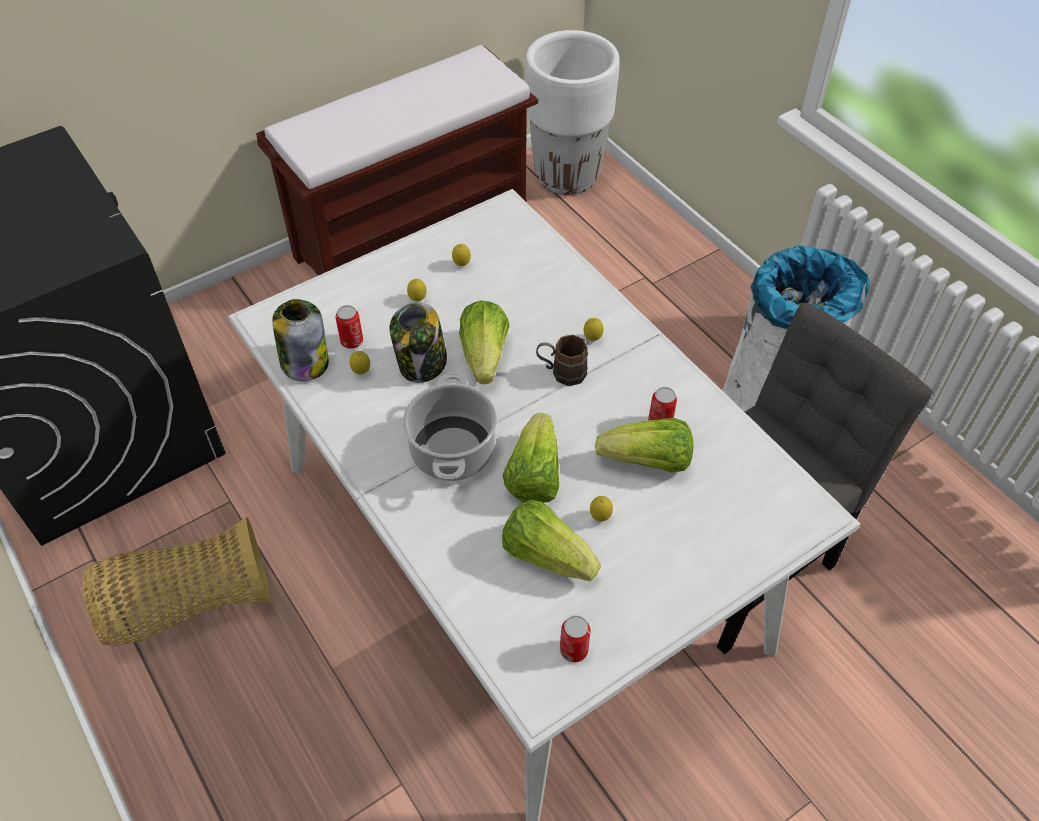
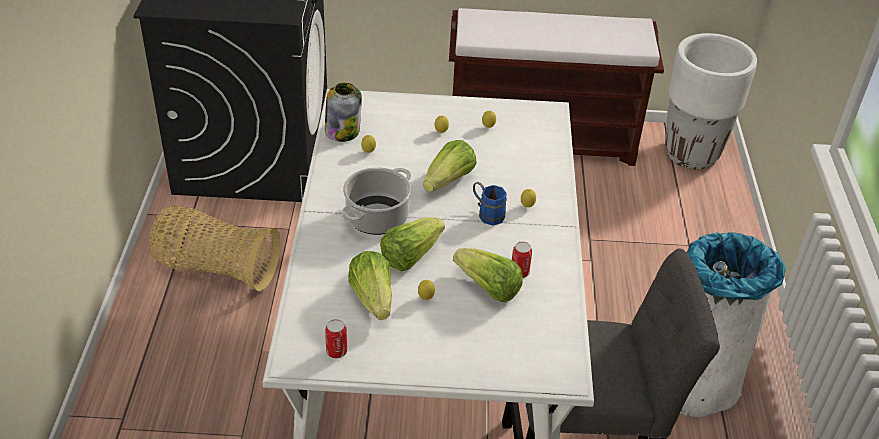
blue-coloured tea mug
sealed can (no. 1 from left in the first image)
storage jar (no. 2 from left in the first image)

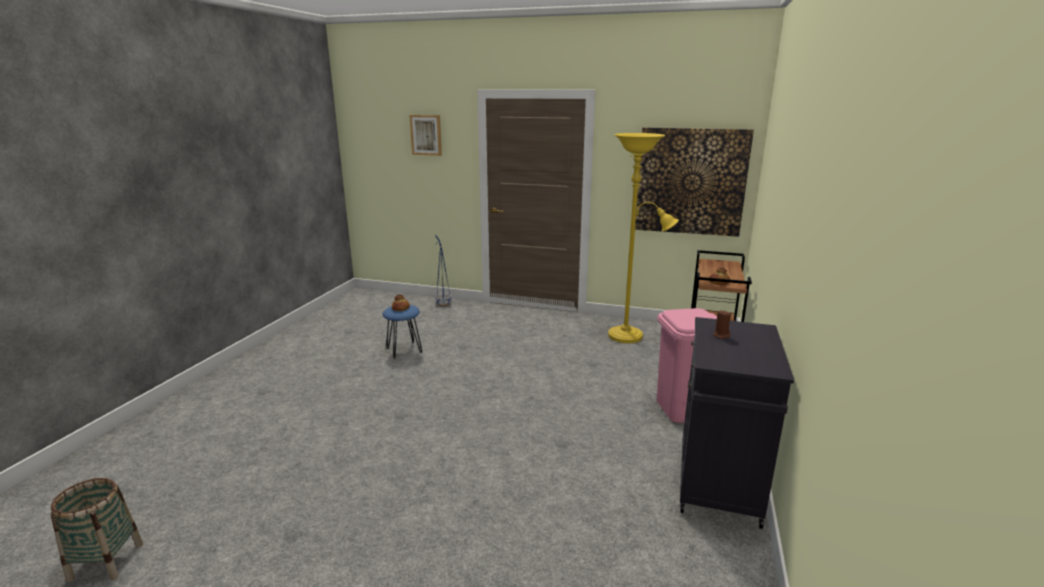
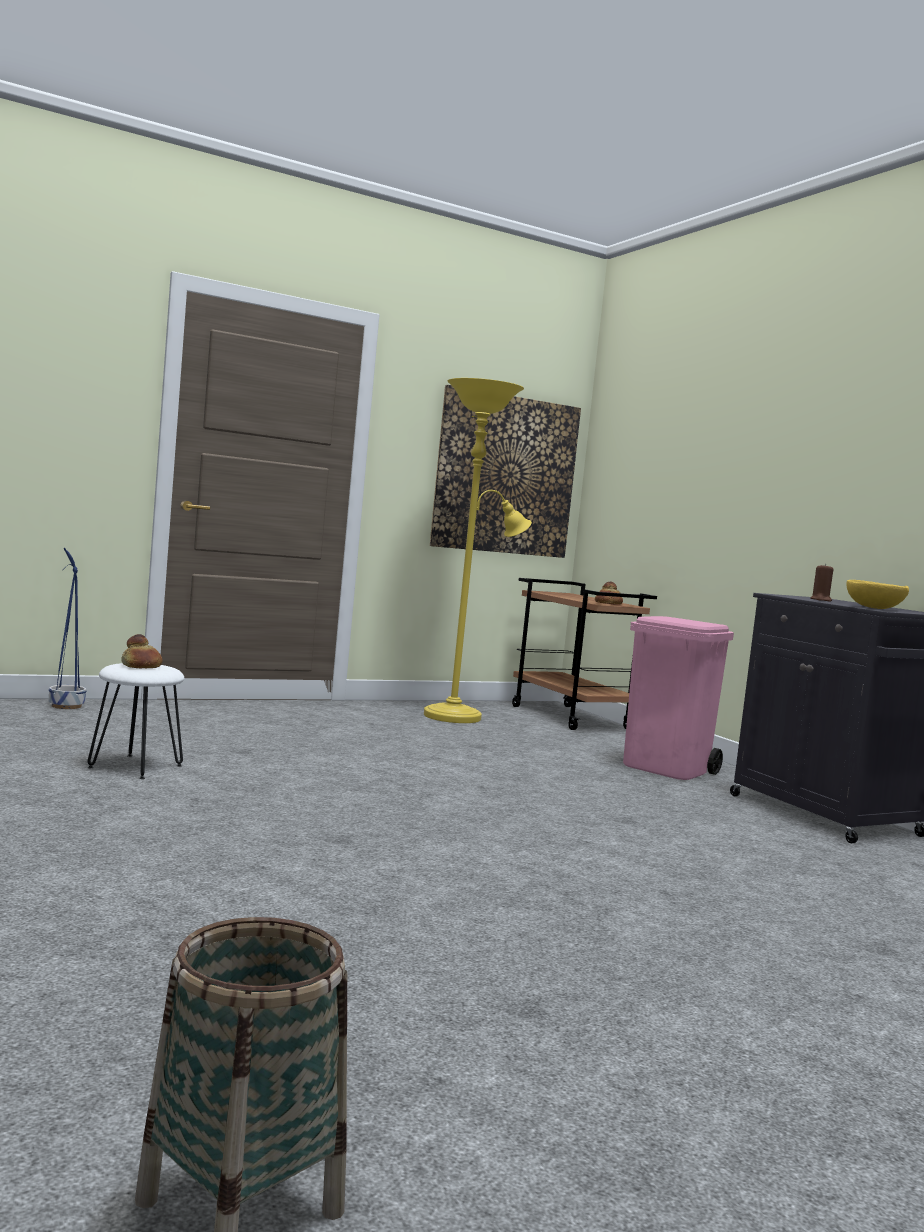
white stool seat
yellow-coloured deep dish
wall picture (no. 1 from left in the first image)

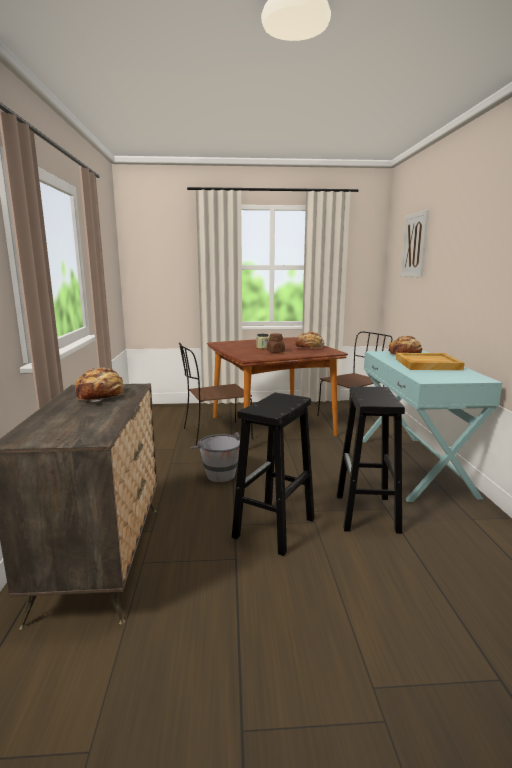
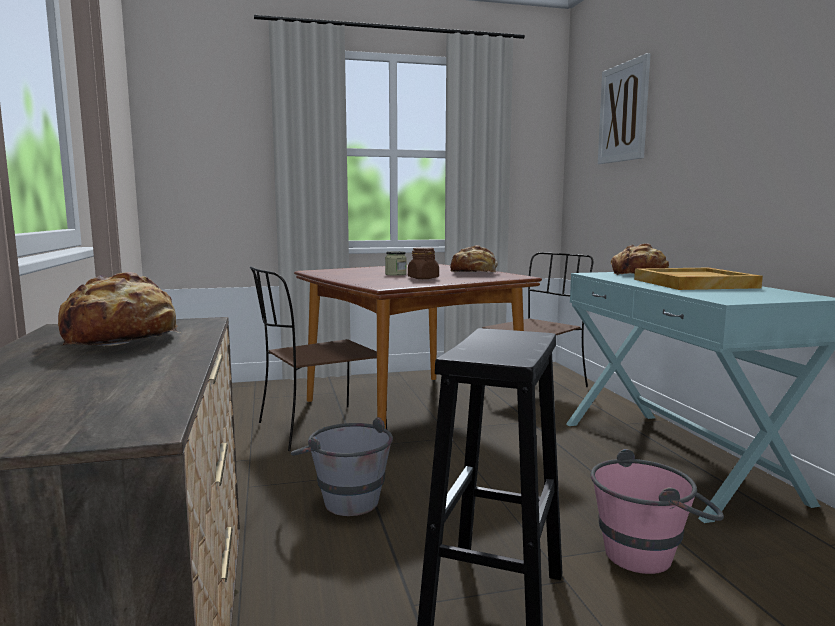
pinkish bucket

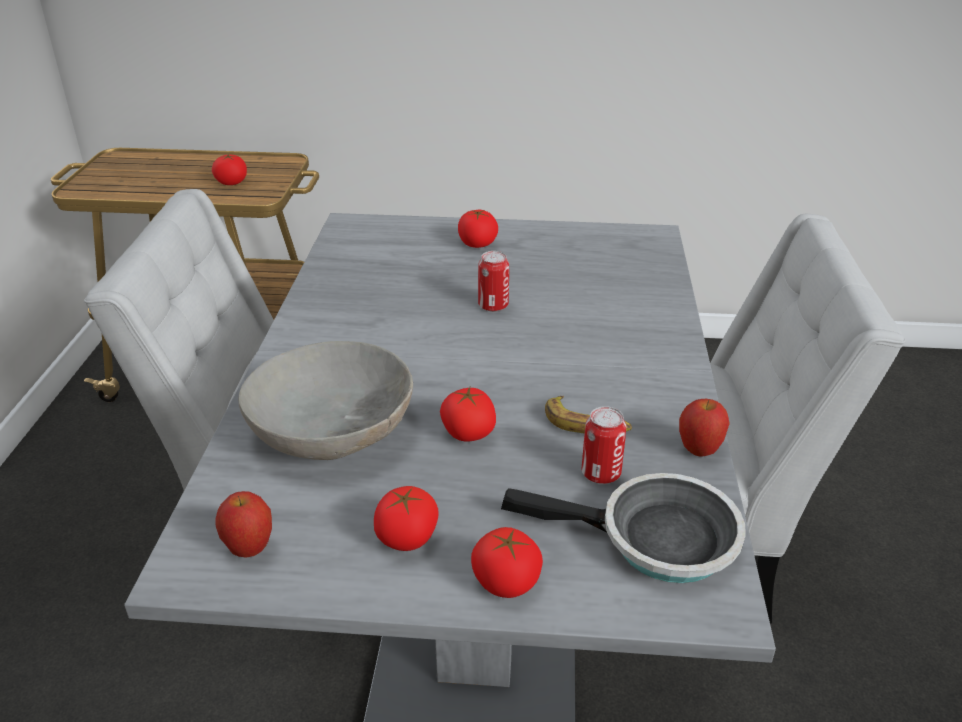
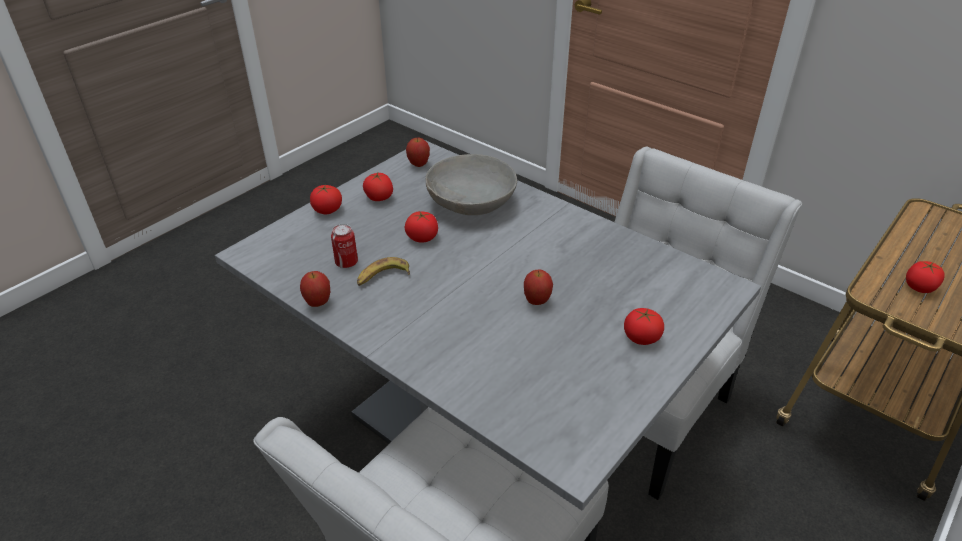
apple (no. 3 from left)
skillet

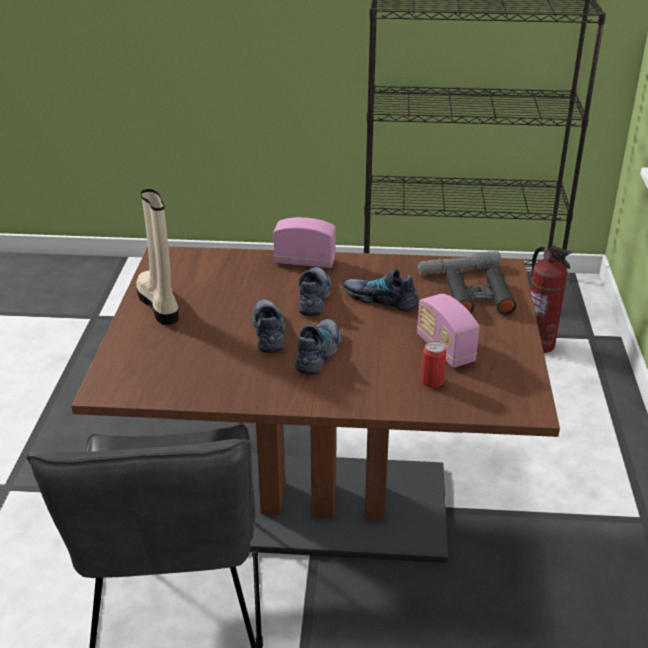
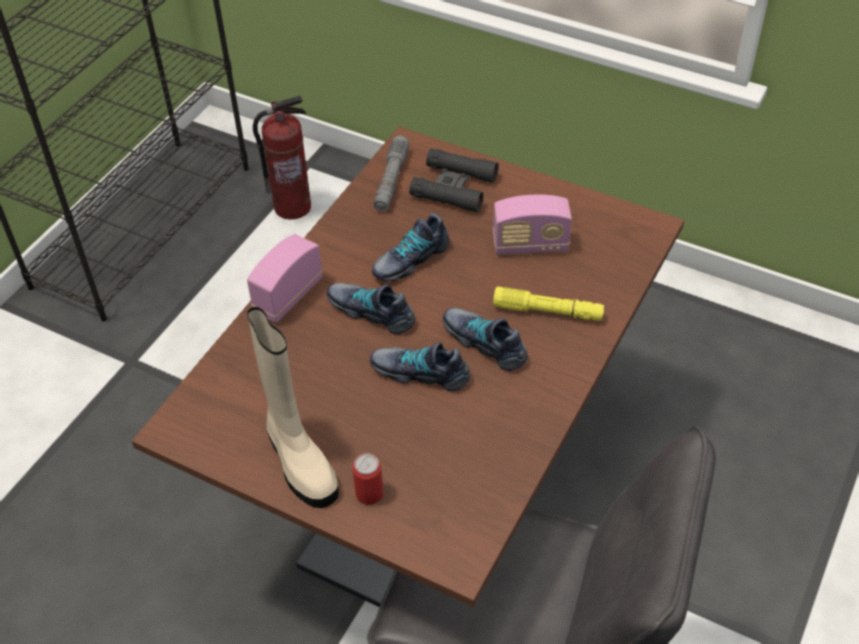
beige-coloured high-top boot
sealed can
yellow-coloured torch

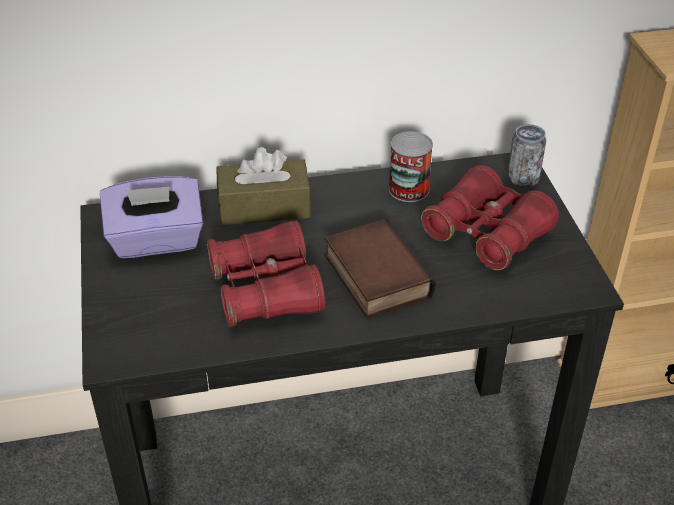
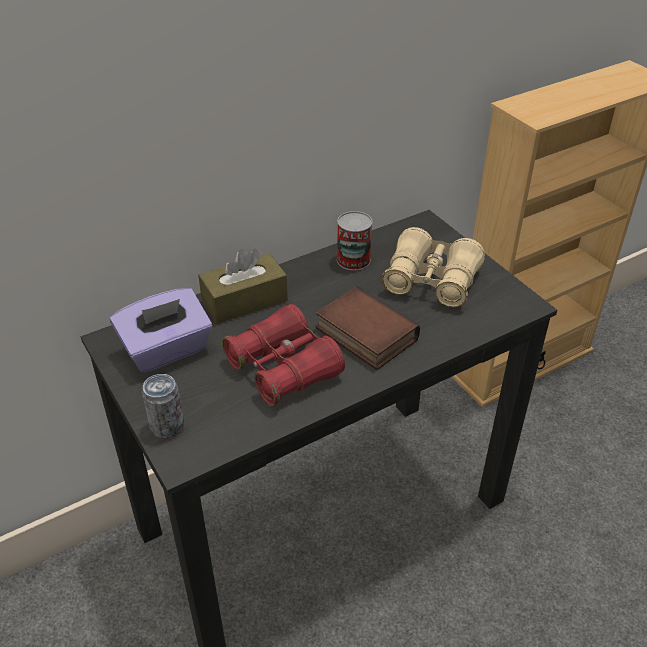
sealed can (no. 1 from left)
beige-coloured binoculars

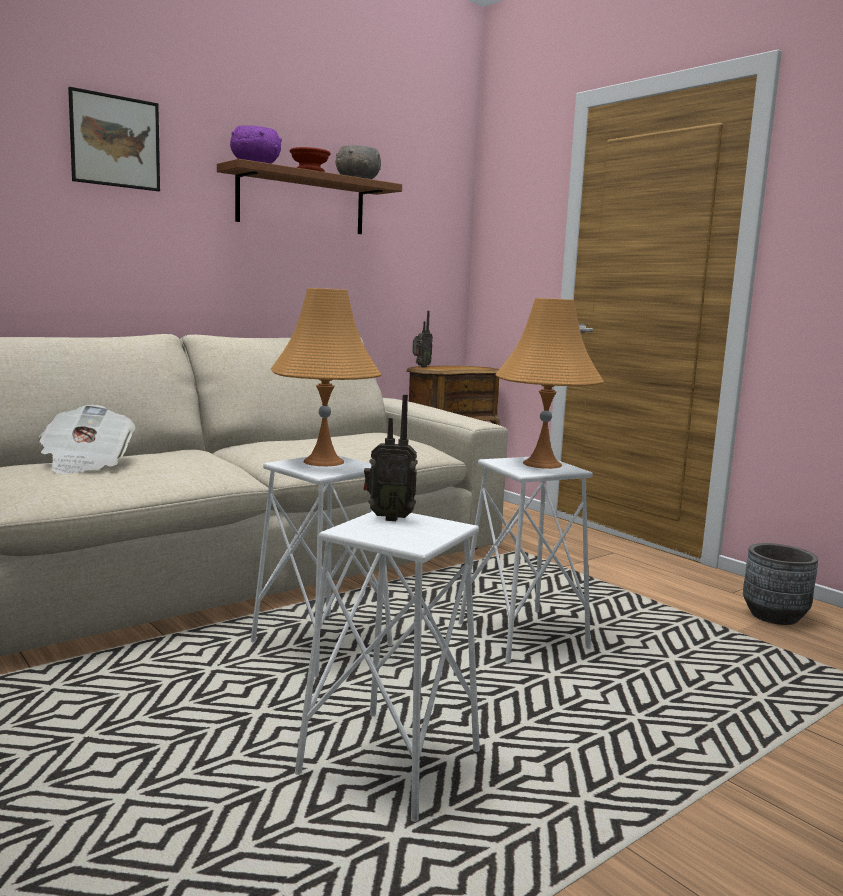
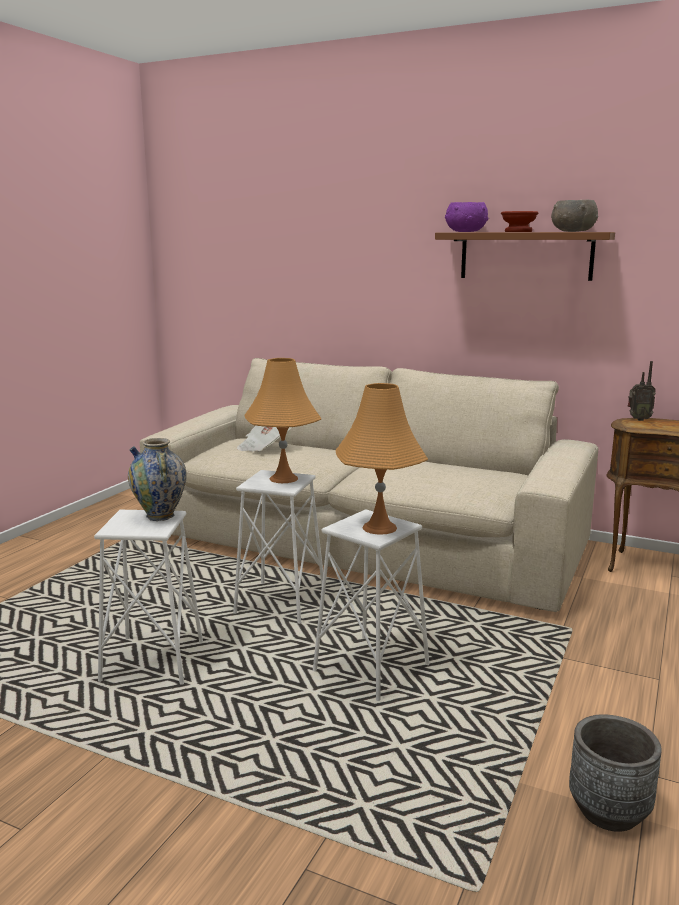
decorative vase
wall picture

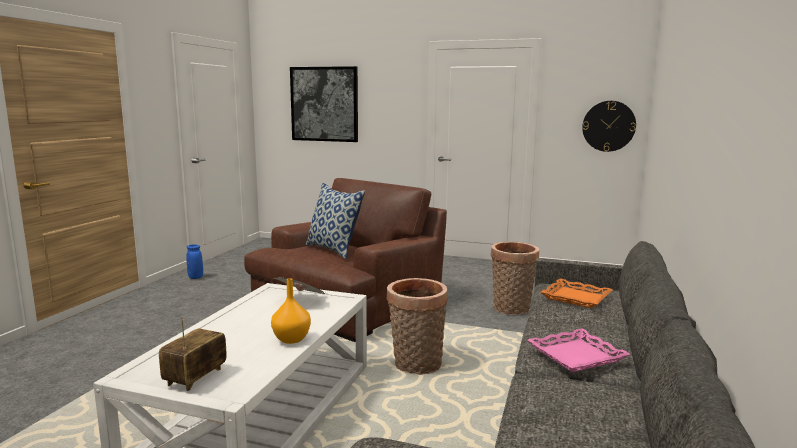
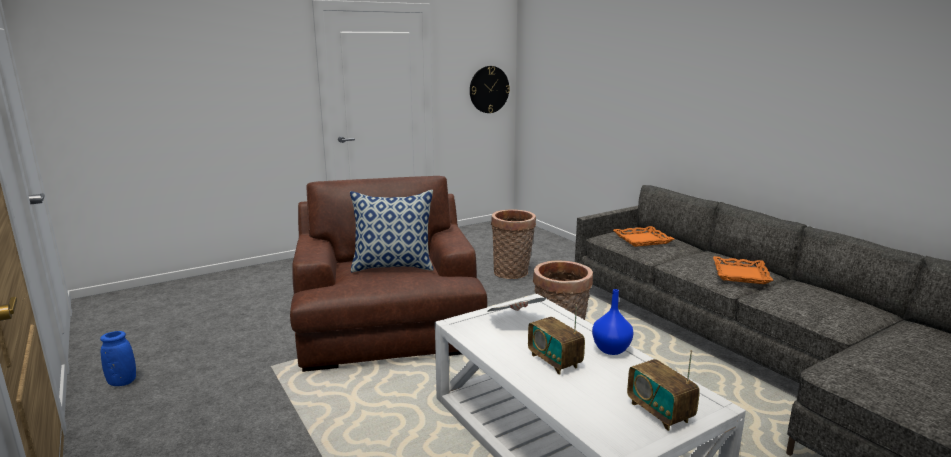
radio set (no. 1 from left)
blue-coloured decorative vase (no. 2 from left)
orange-coloured carrying tray (no. 2 from left)
wall picture

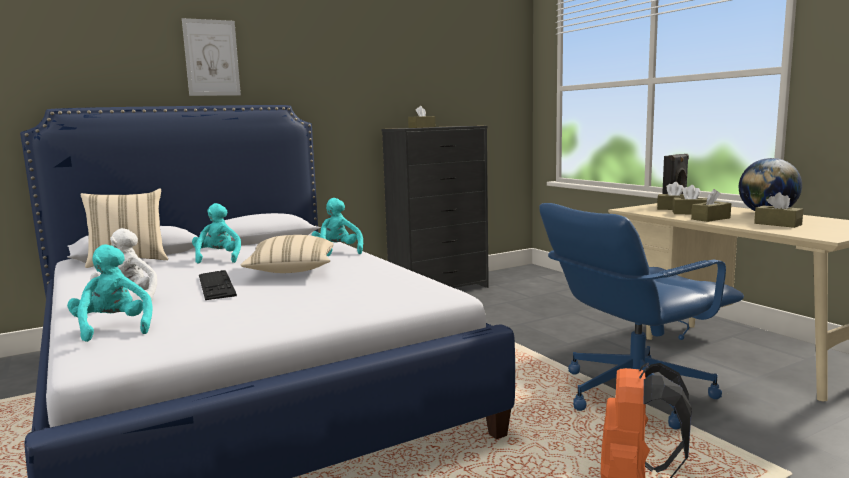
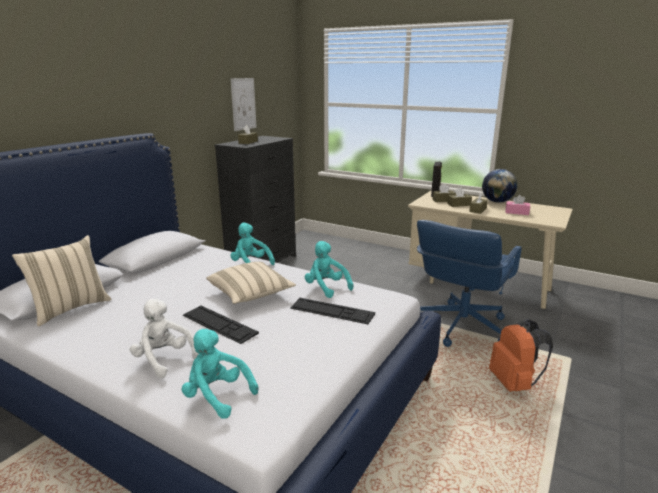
wall picture
keyboard (no. 2 from left)
blue-green soft toy (no. 3 from left)
pinkish tissue holder

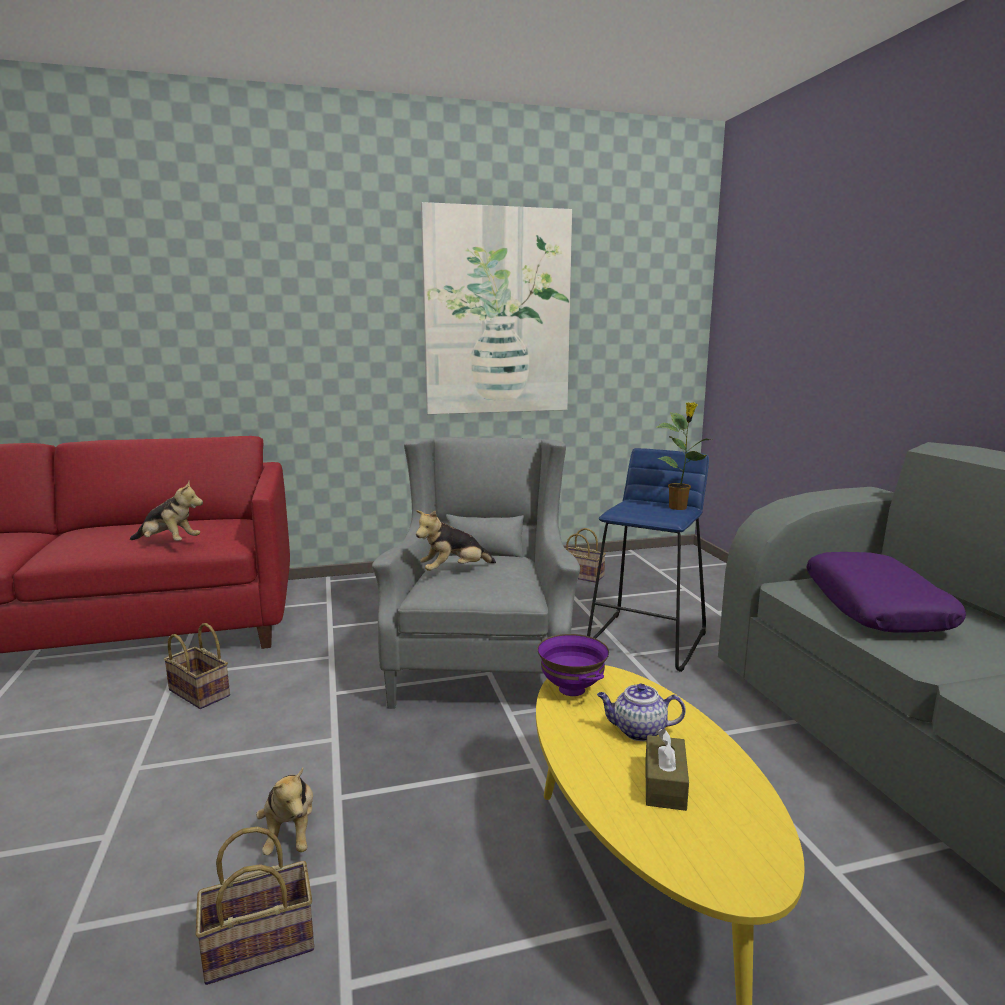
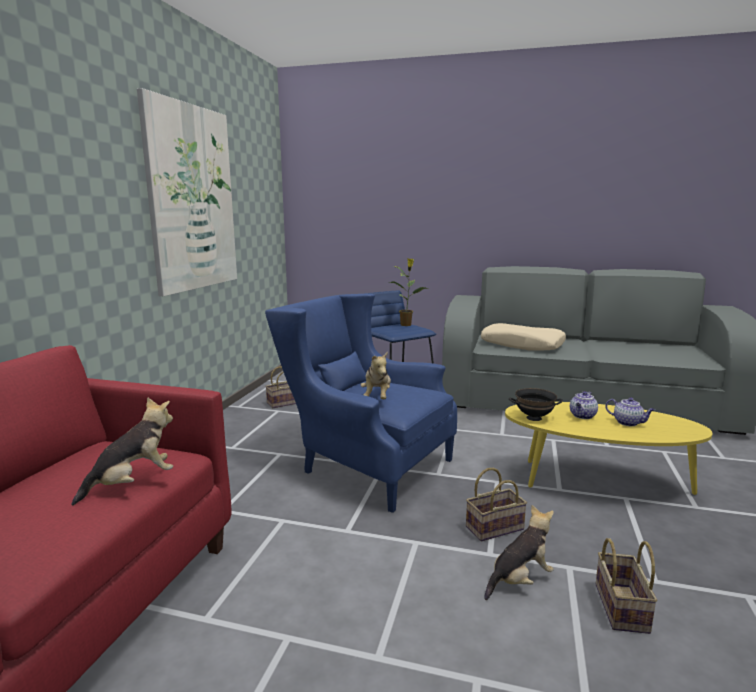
blue-coloured lounge chair
household basket (no. 2 from left)
beige-coloured throw pillow
soft toy (no. 3 from left)
black-coloured deep dish
tea pot (no. 2 from left)

